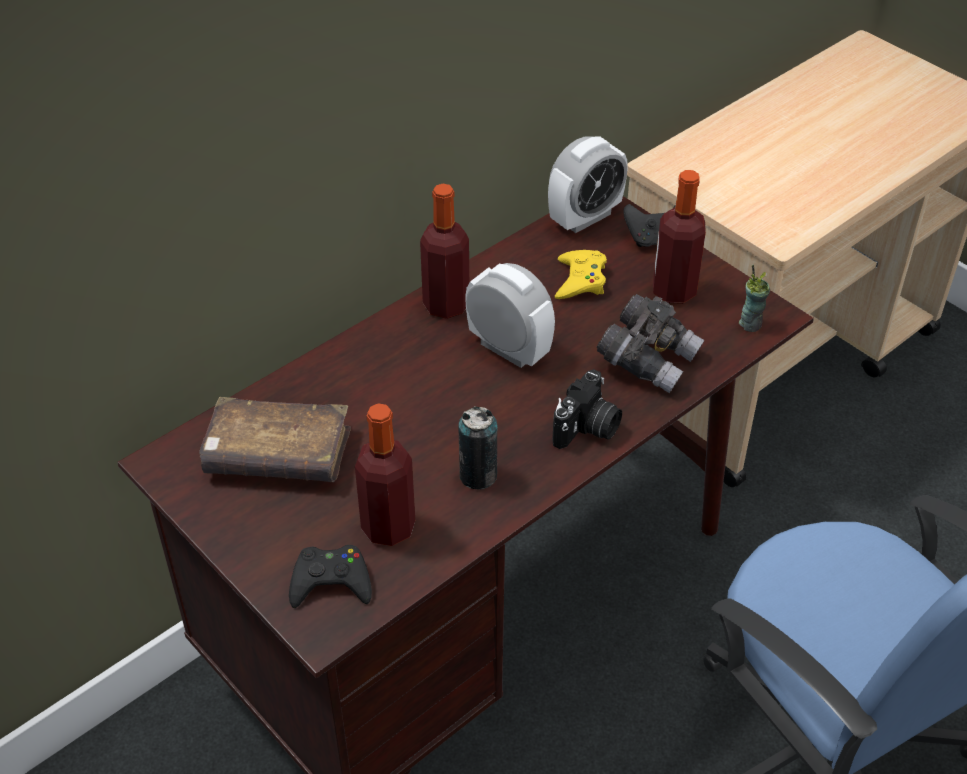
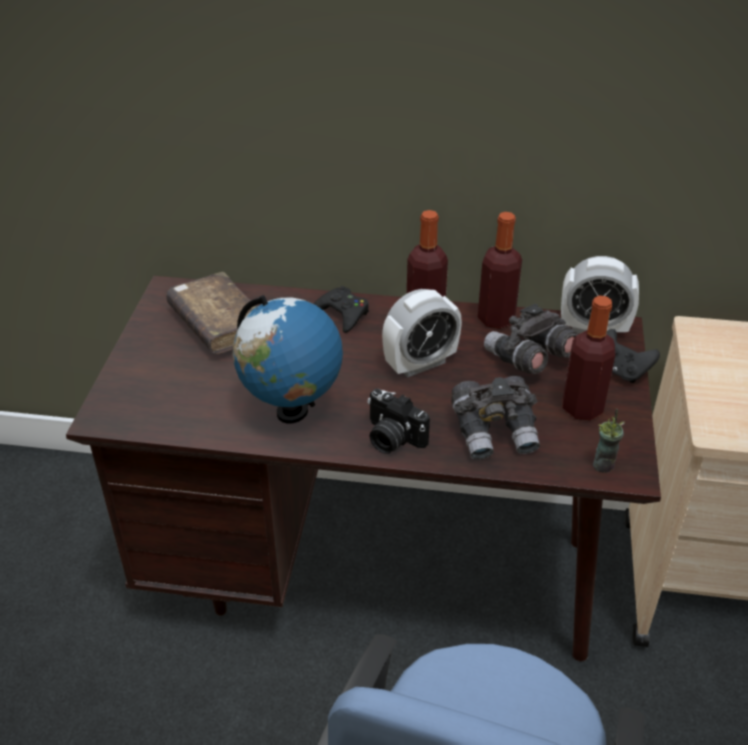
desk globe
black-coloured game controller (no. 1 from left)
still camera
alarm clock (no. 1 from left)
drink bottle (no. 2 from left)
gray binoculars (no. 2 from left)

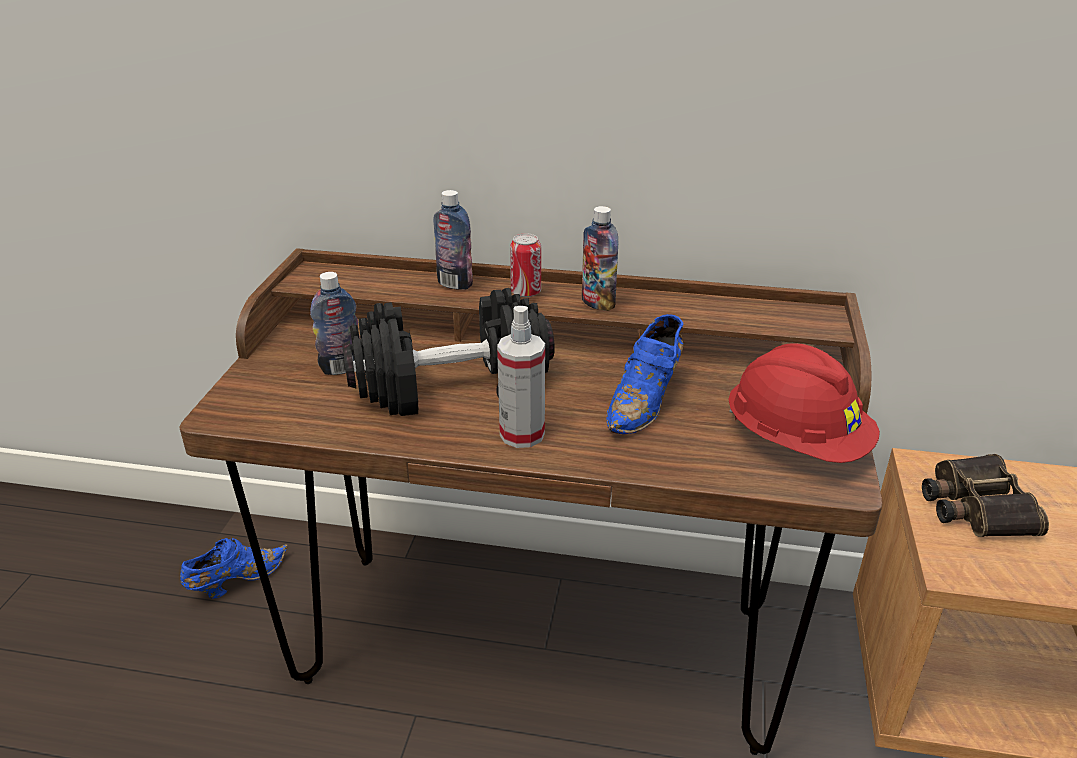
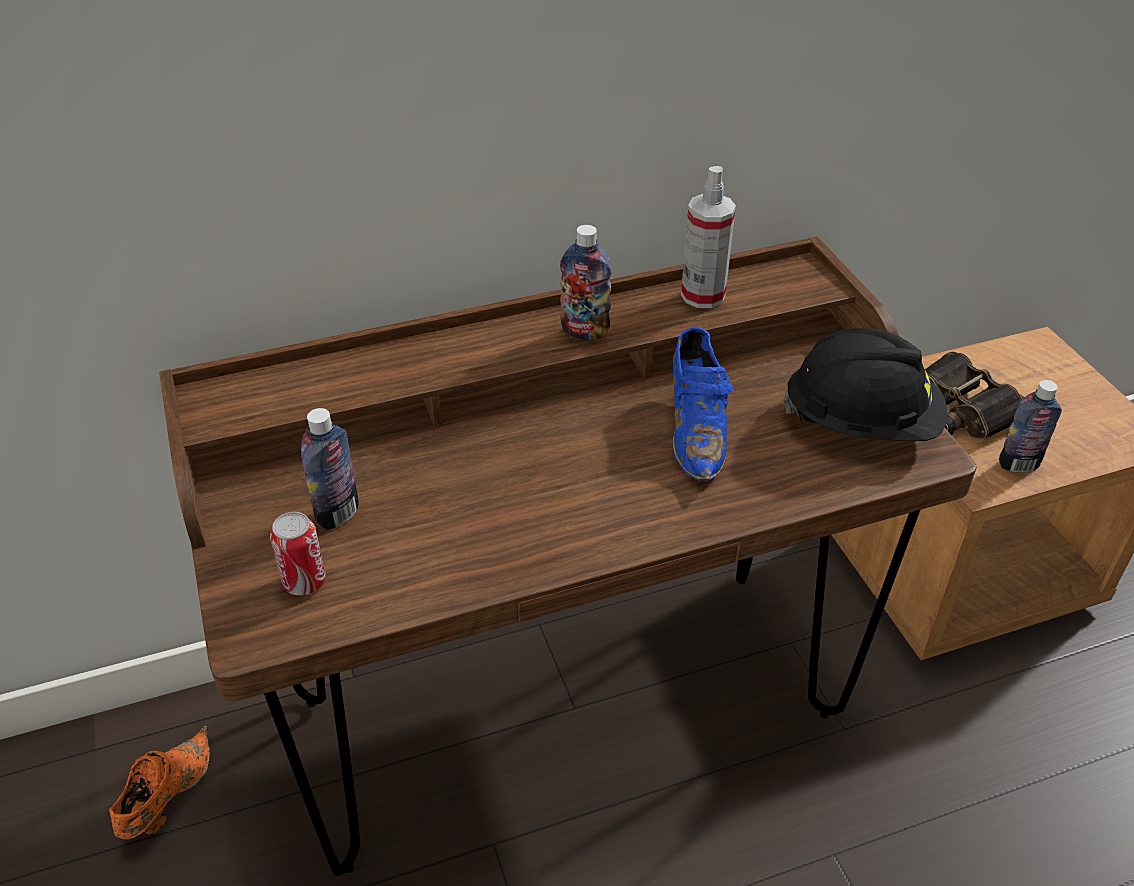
orange-coloured low shoe
sealed can
spray bottle
black-coloured safety helmet
drink bottle (no. 3 from left)
black-coloured dumbbell

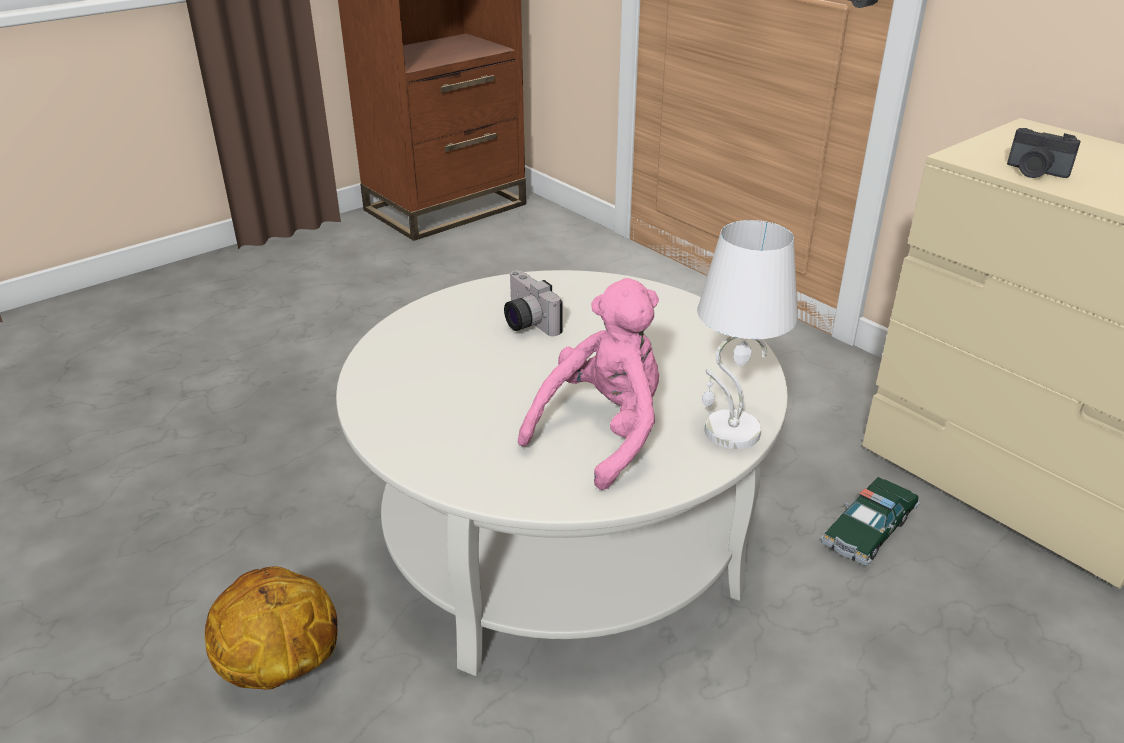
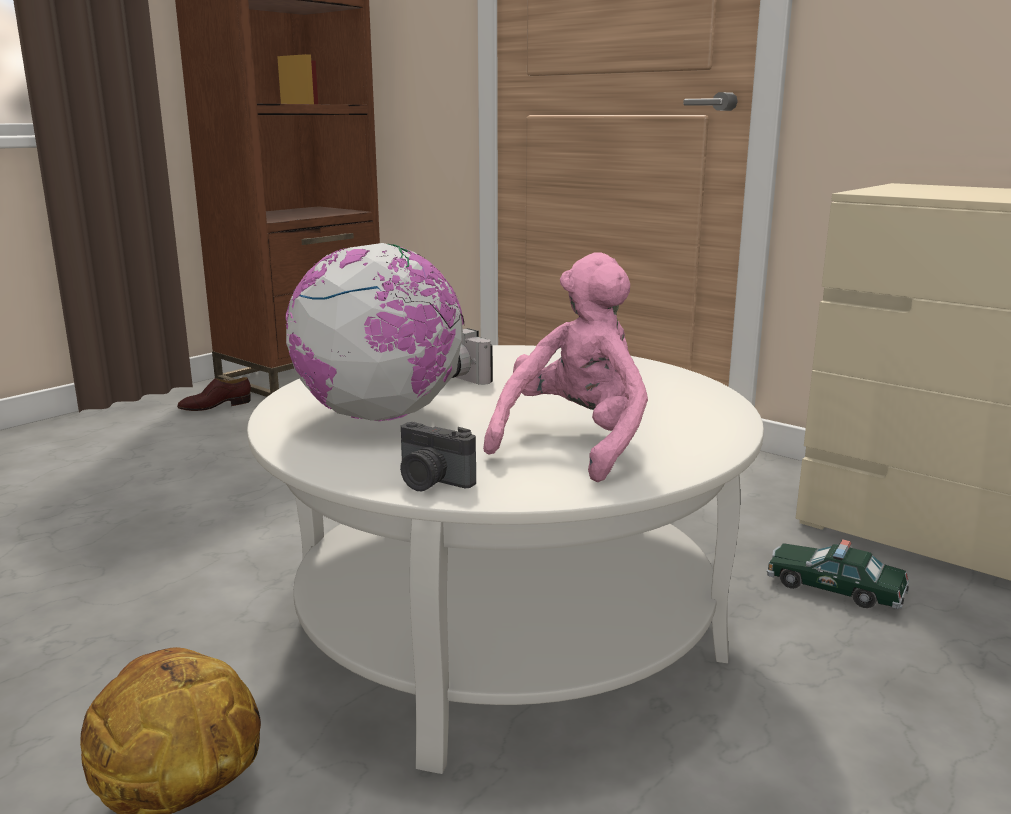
brown low shoe
desk globe
still camera (no. 1 from left)
model car
white table lamp

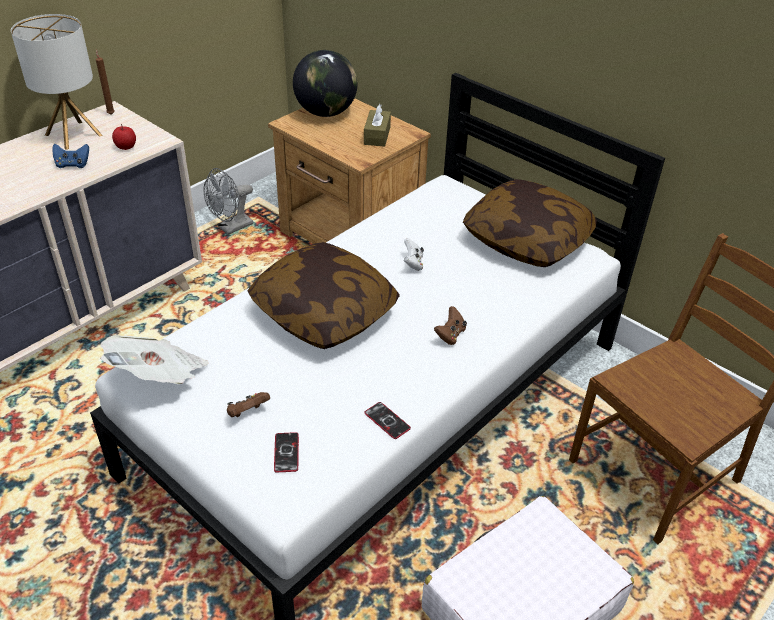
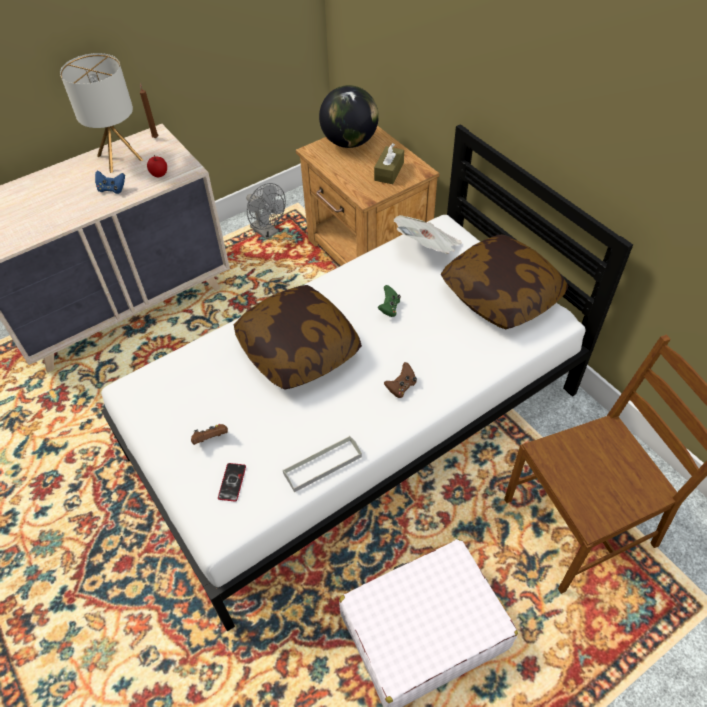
gray fan
gray carrying tray
greenish game controller
printed paper

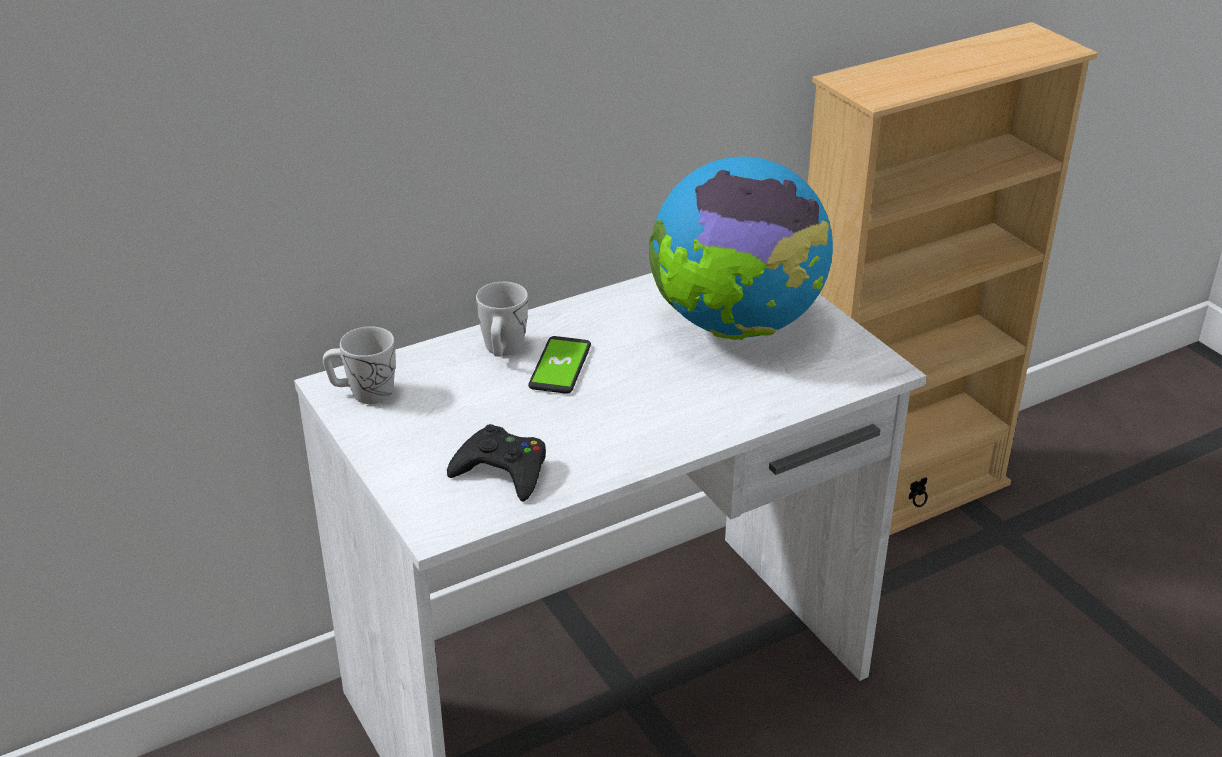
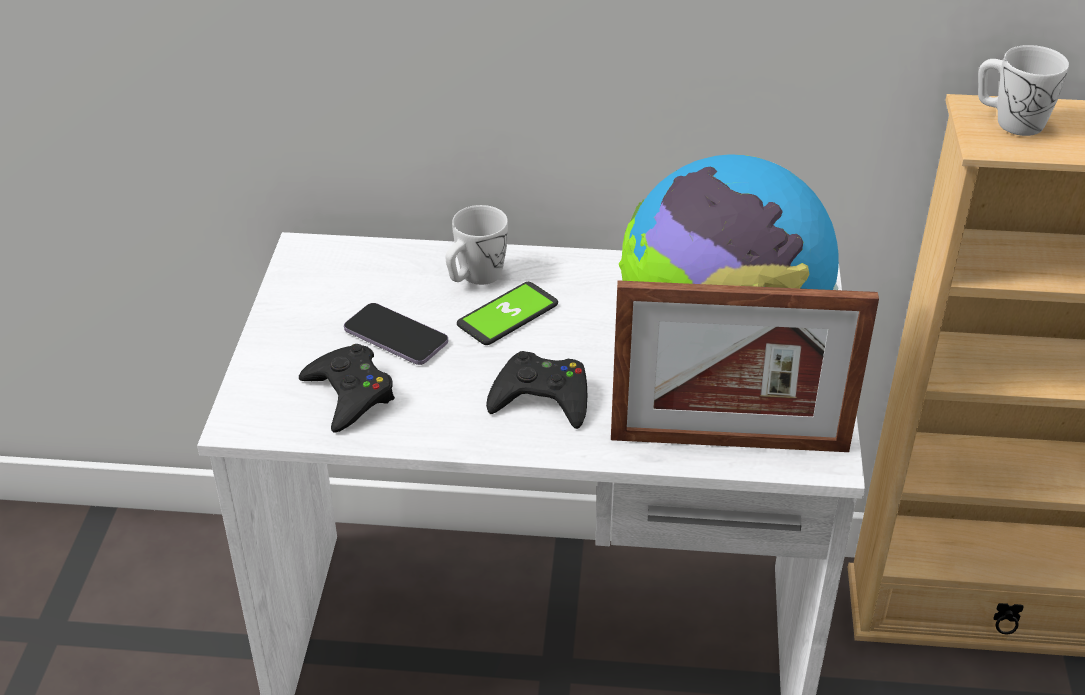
handset (no. 1 from left)
black-coloured game controller (no. 2 from left)
standing frame
white tea mug (no. 2 from left)

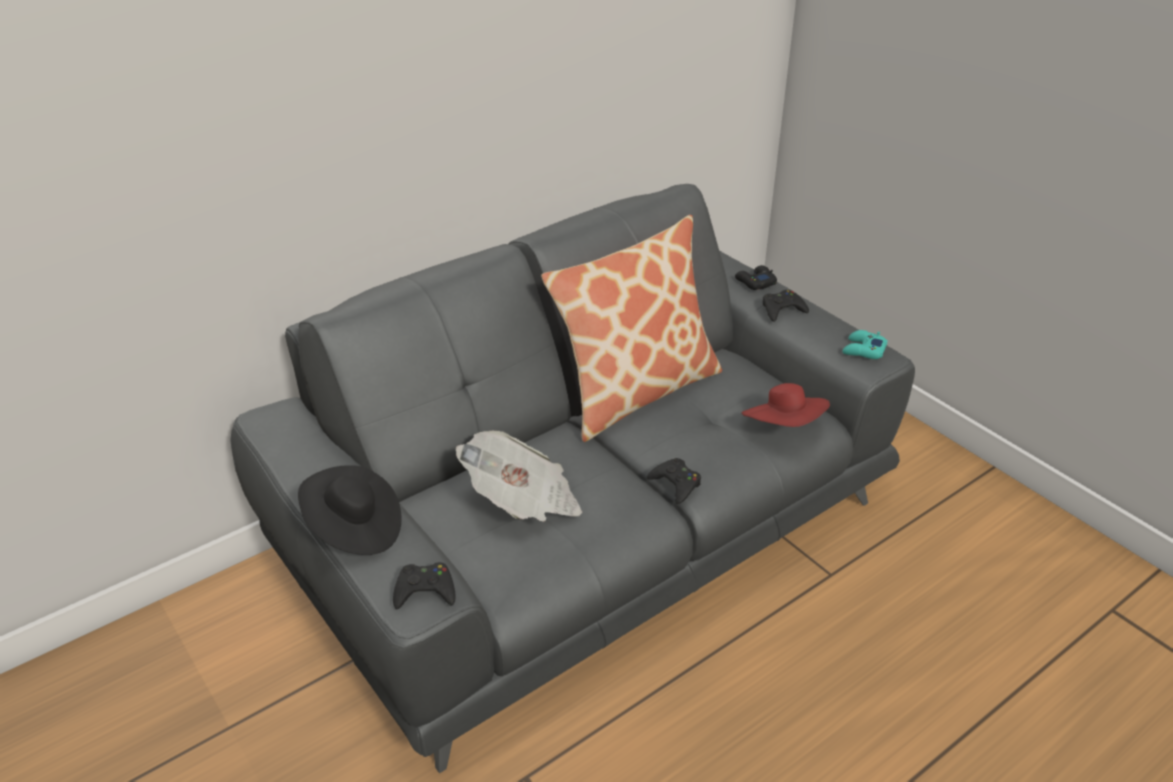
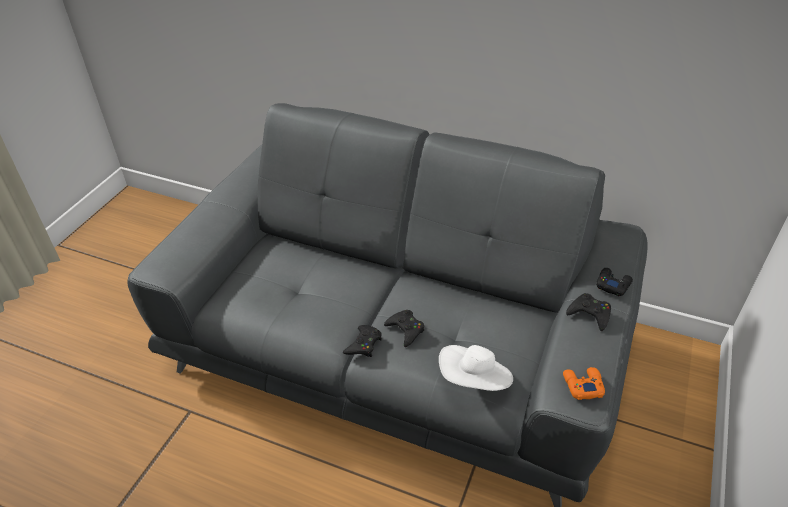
black-coloured game controller (no. 2 from left)
white wearable hat
orange-coloured game controller
black-coloured wearable hat
printed paper
throw pillow

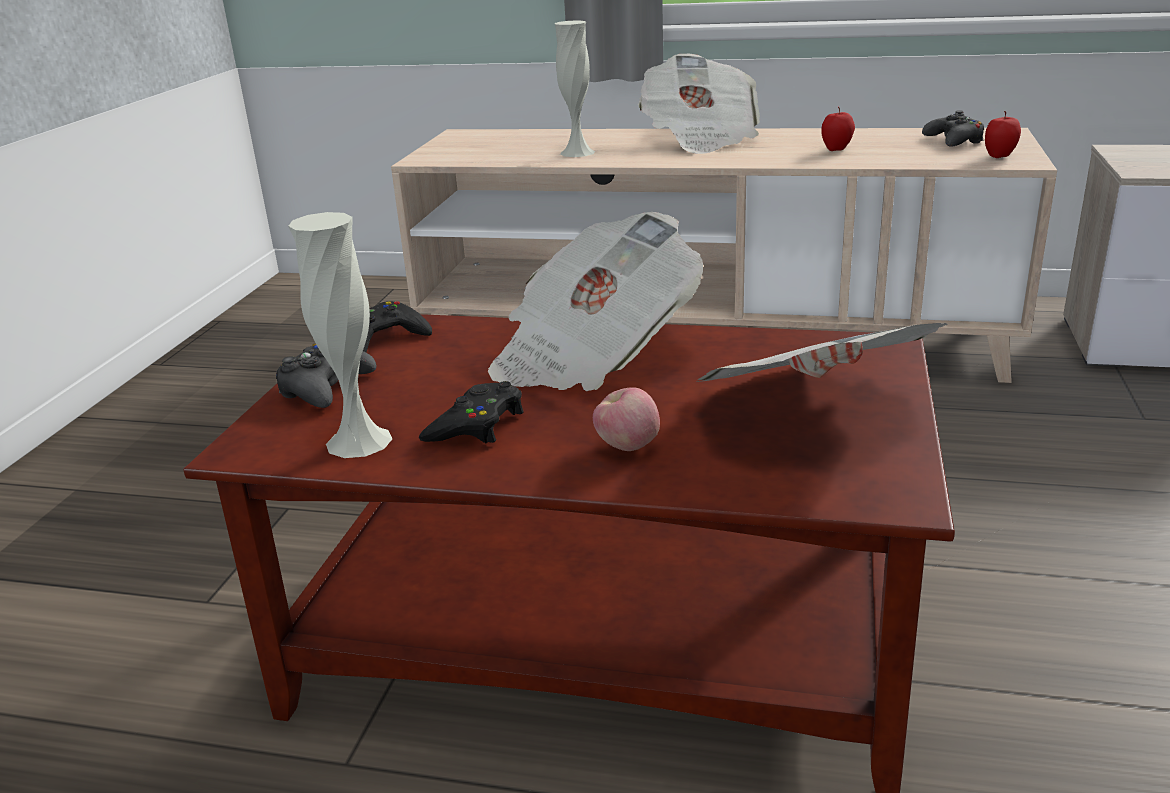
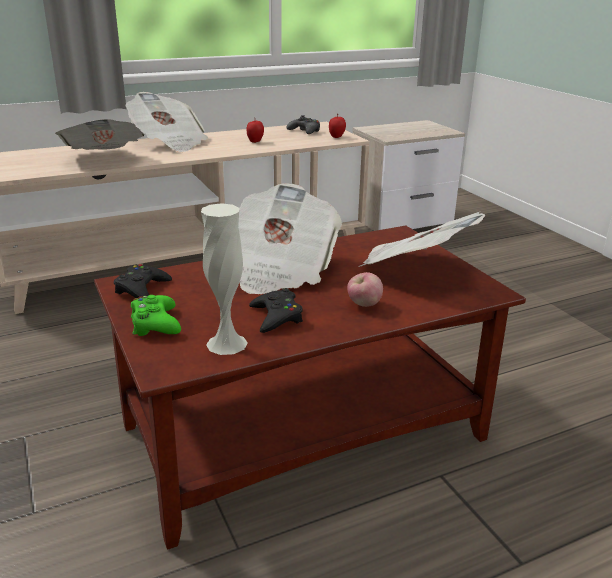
printed paper (no. 1 from left)
greenish game controller

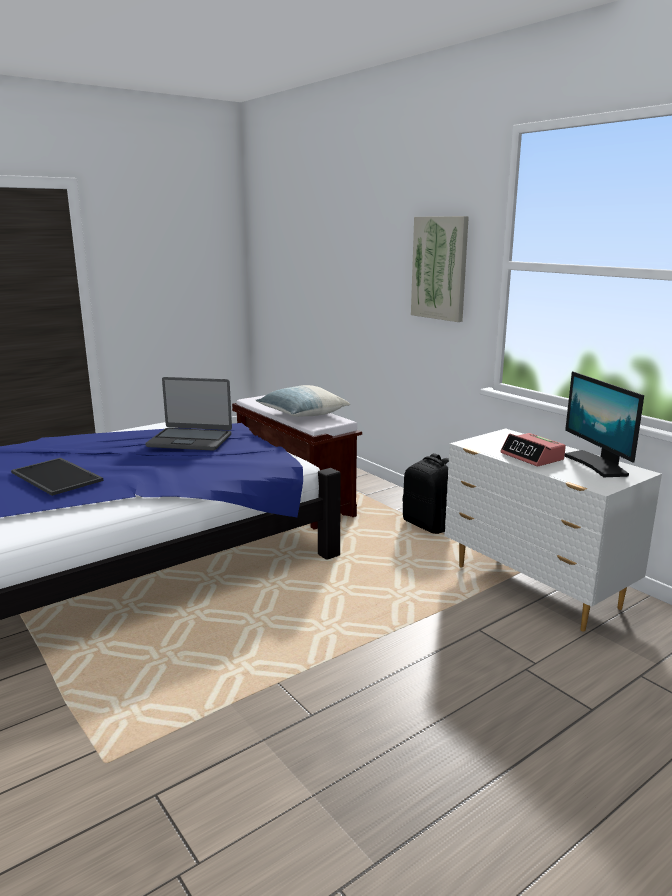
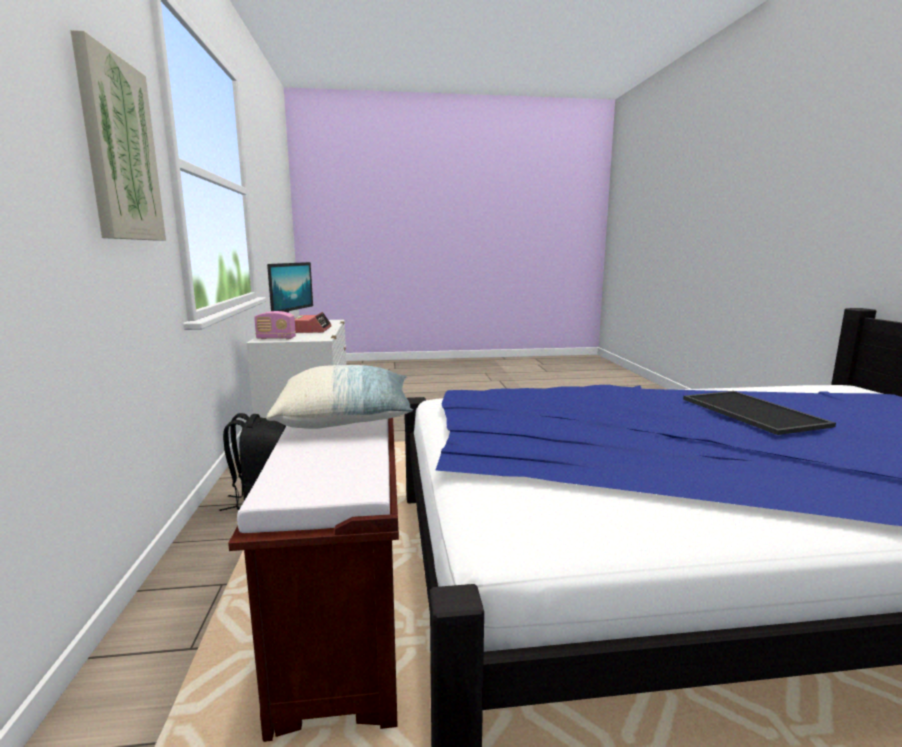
radio set
portable computer

